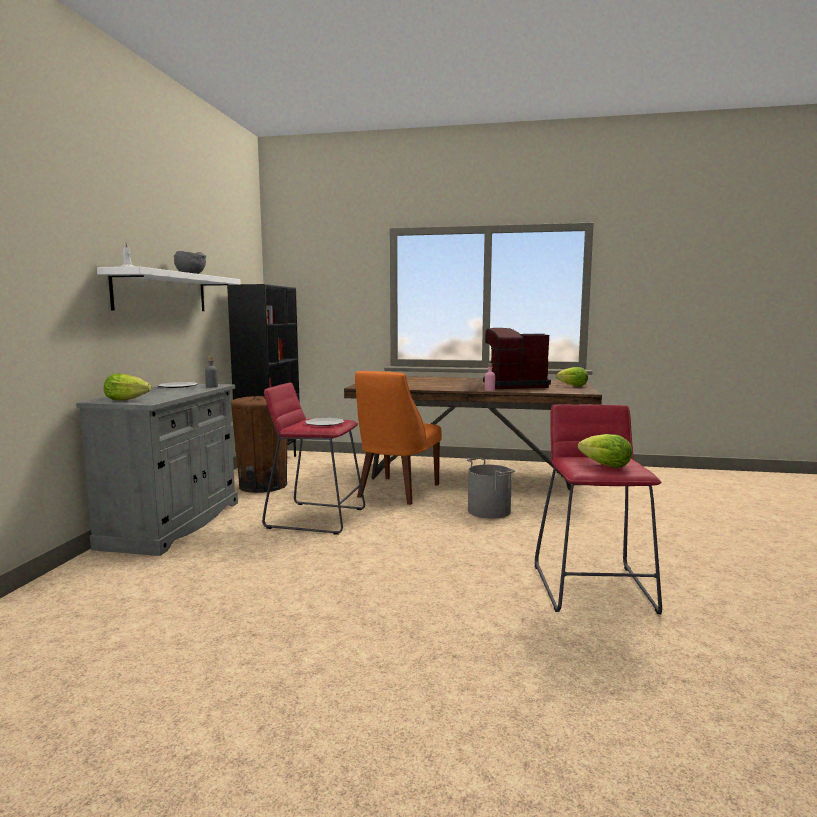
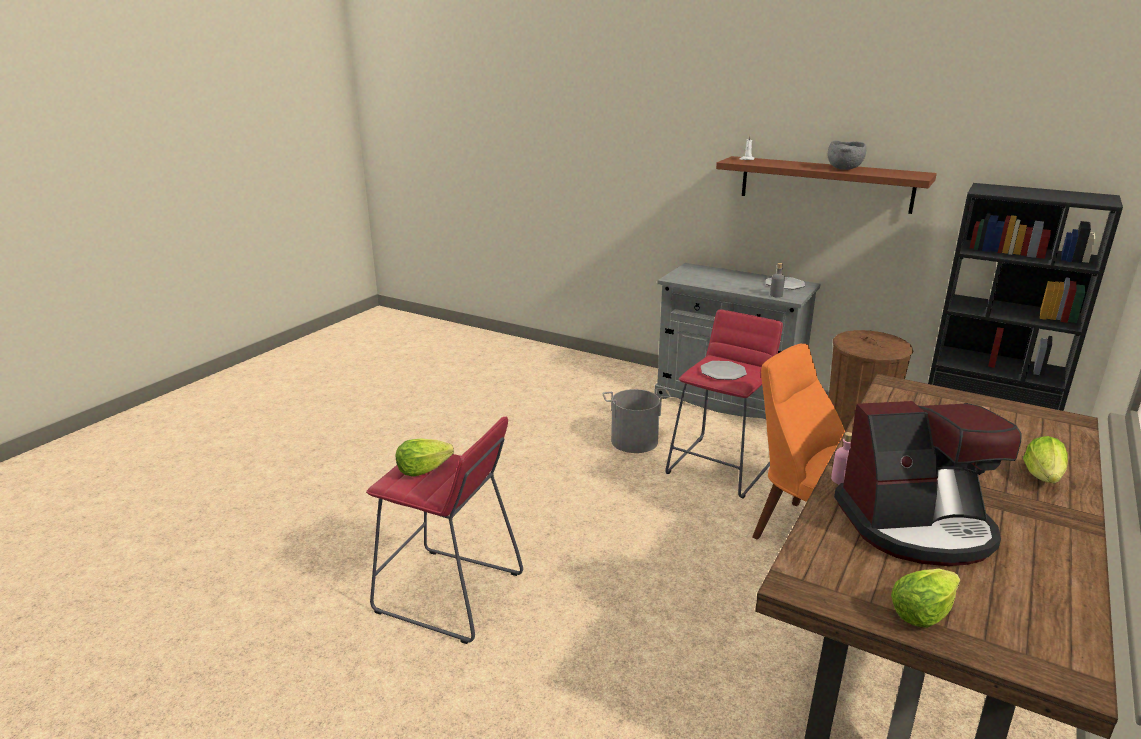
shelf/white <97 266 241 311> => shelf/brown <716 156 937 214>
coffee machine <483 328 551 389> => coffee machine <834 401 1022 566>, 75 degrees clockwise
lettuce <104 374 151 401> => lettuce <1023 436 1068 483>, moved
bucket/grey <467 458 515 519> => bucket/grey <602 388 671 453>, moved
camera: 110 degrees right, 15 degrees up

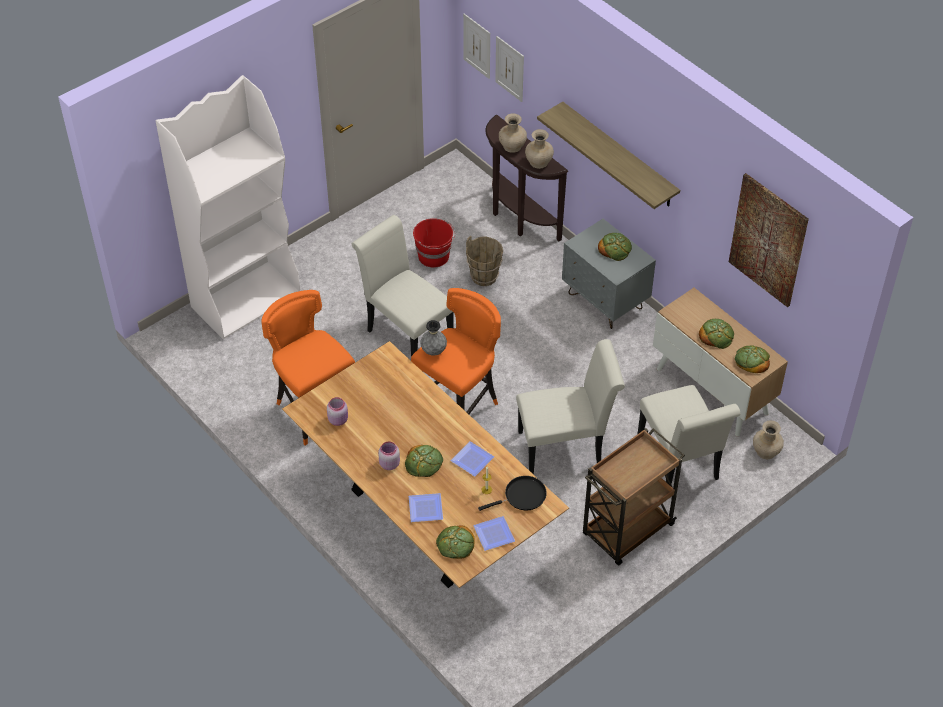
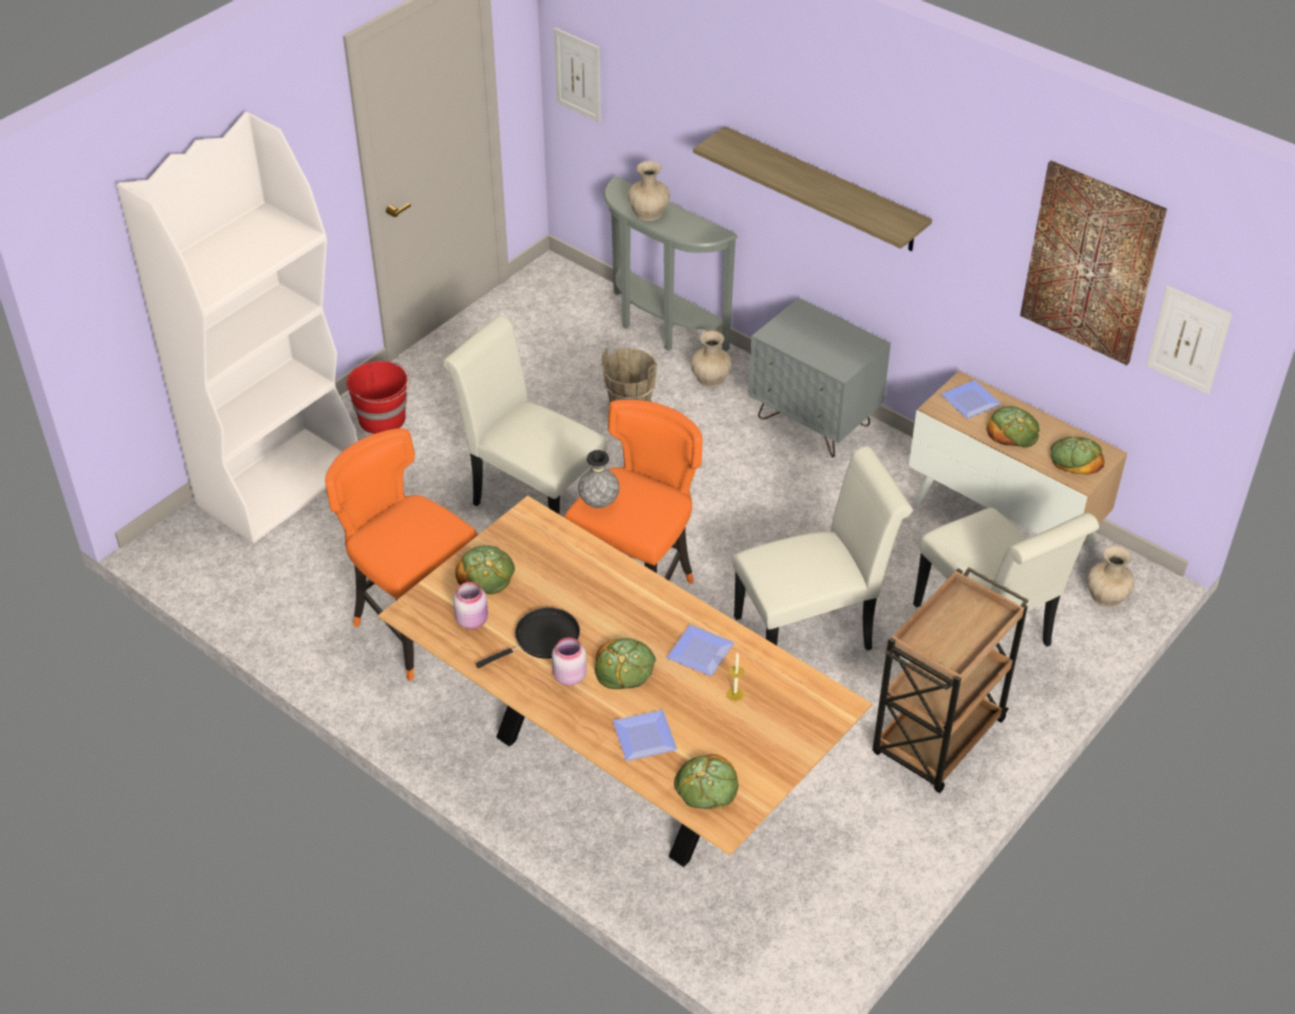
picture <495 36 524 102> => picture <1146 285 1232 395>, moved
console table/brown <485 115 568 241> => console table/grey <604 176 738 351>
vase/beige <525 129 554 169> => vase/beige <691 331 731 387>, moved
bucket/red <413 218 455 267> => bucket/red <346 361 410 434>, moved
bread <598 233 632 261> => bread <455 545 515 595>, moved
frying pan/black <478 476 547 511> => frying pan/black <476 607 580 668>, moved
plate <473 516 515 551> => plate <941 380 1001 419>, moved
camera: 10 degrees left, 5 degrees down

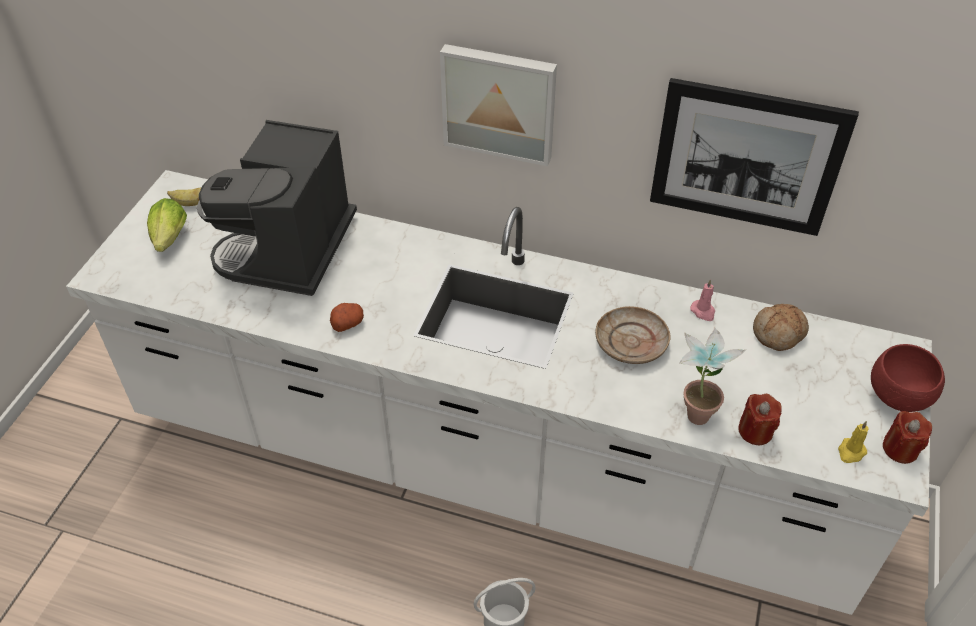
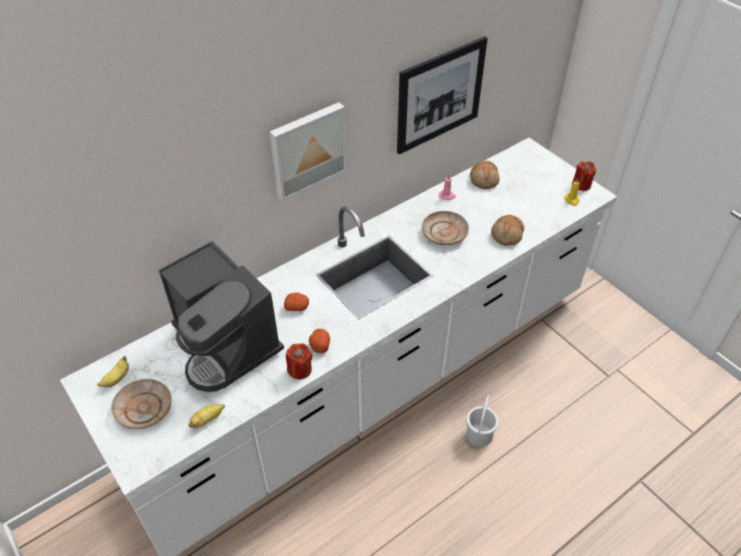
lettuce <147 198 187 252> => plate/beige <111 379 172 429>
potted plant <679 328 745 425> => bread <491 215 524 245>
bowl/red <871 344 945 412> => nothing
candle/red <738 394 782 445> => candle/red <286 343 312 379>, moved
nothing => potato <284 292 309 311>
nothing => banana <188 404 225 428>
camera: 55 degrees left, 0 degrees up

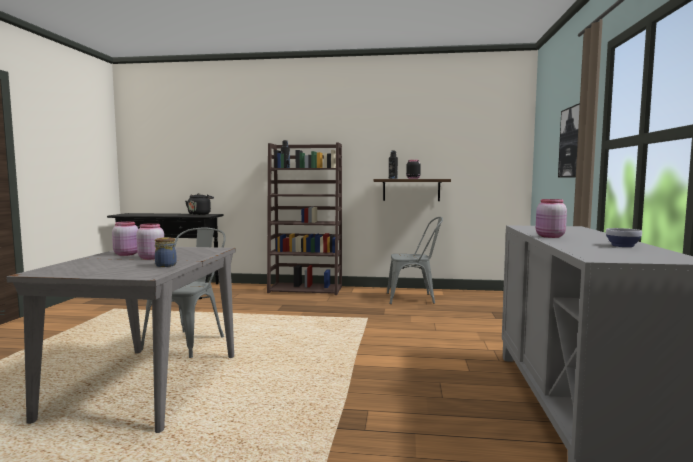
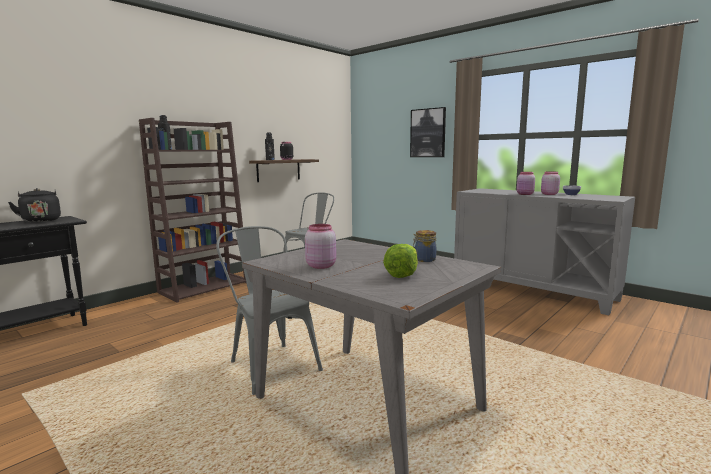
jar/pink <136 223 164 260> => jar/pink <541 172 560 195>, moved
nothing => lettuce <383 244 418 278>
camera: 55 degrees left, 5 degrees up

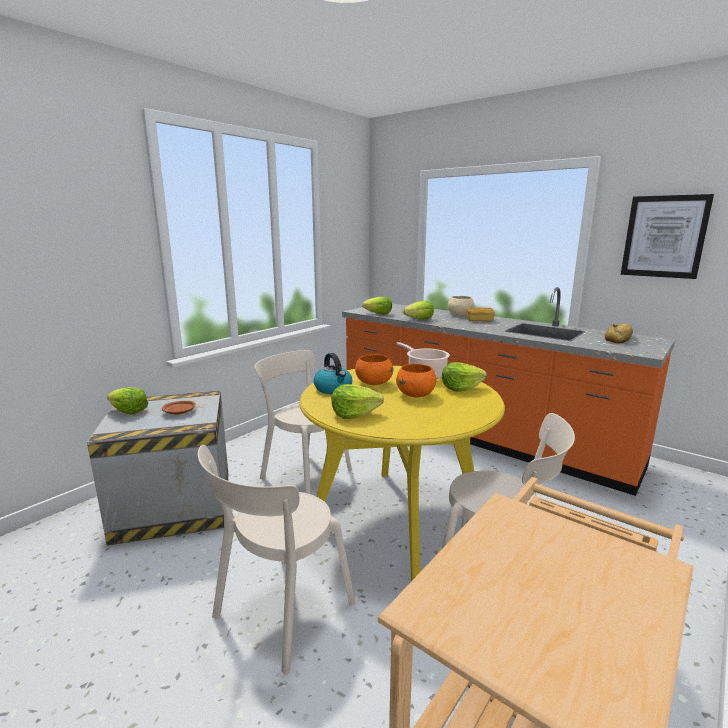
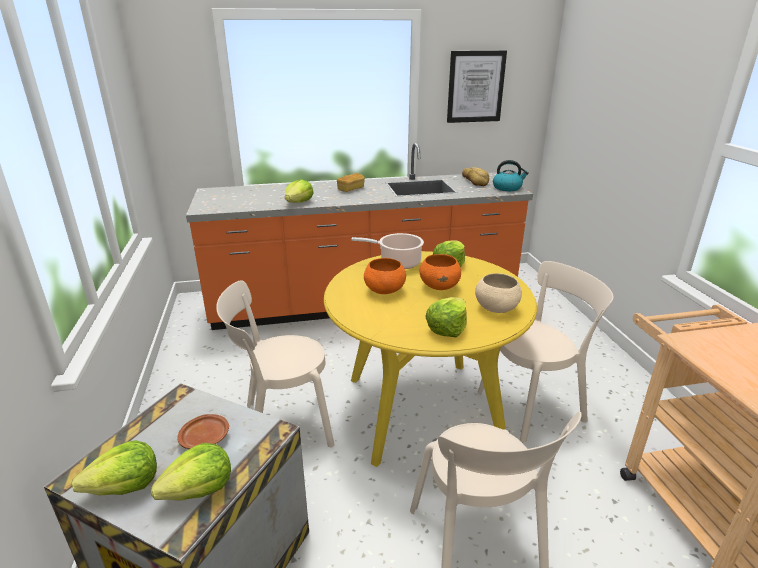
bowl/beige <448 296 474 316> => bowl/beige <475 273 522 313>, moved
lettuce <362 297 392 315> => lettuce <151 443 231 501>, moved
kettle <314 353 352 394> => kettle <493 160 529 191>, moved
camera: 50 degrees left, 10 degrees up

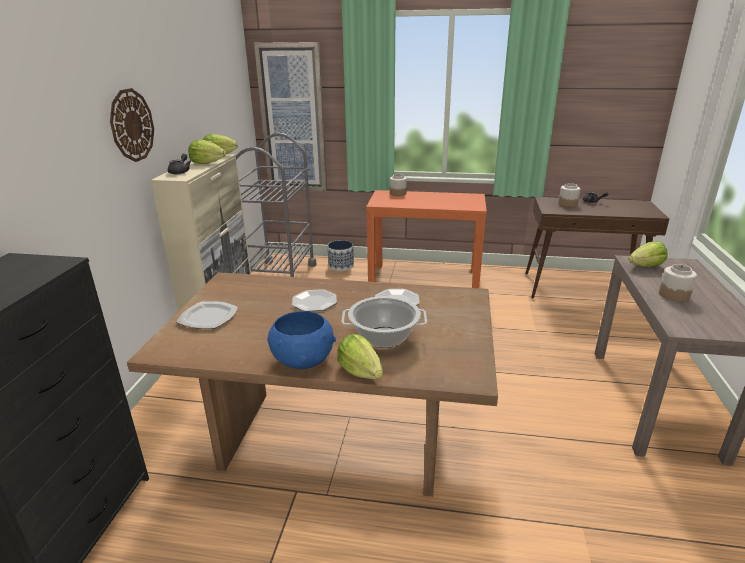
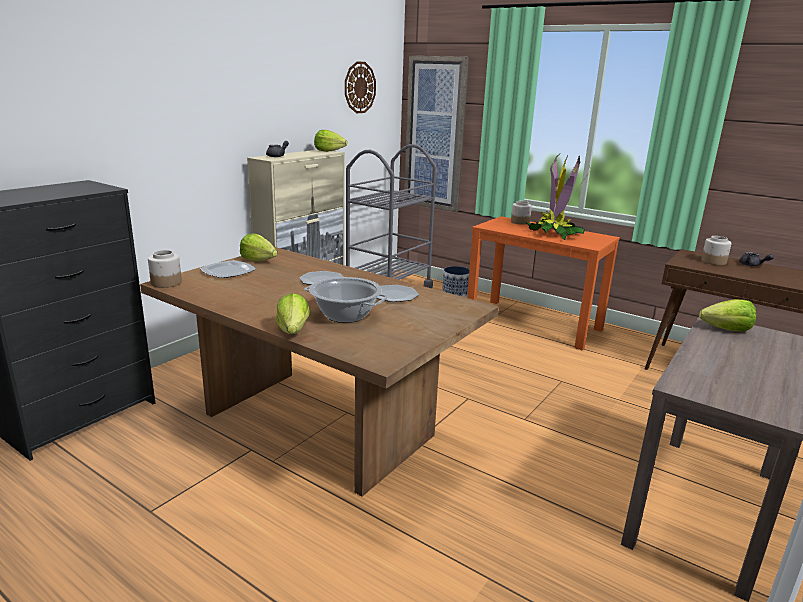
wall clock <110 88 154 162> => wall clock <345 61 376 113>, moved
lettuce <188 140 226 164> => lettuce <240 234 277 261>, moved
jar <659 264 697 302> => jar <148 250 182 288>, moved
bowl/blue <267 311 336 369> => nothing
nothing => potted plant <526 154 591 240>
camera: 25 degrees right, 5 degrees down

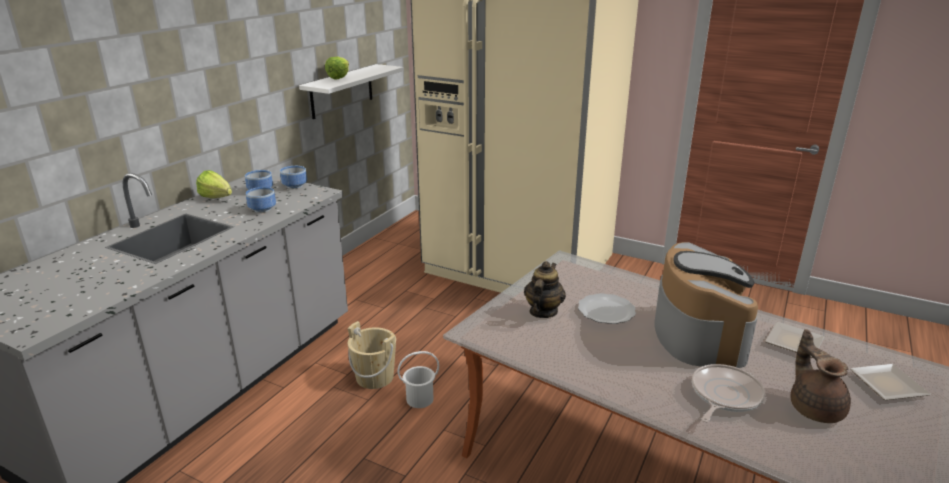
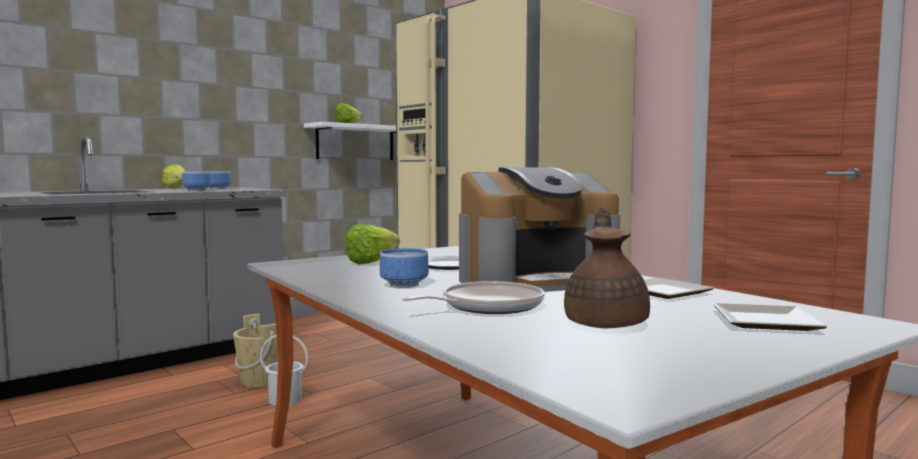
bowl <280 166 307 189> => bowl <380 248 429 288>, moved
coffee machine <654 242 758 368> => coffee machine <459 167 620 292>, 45 degrees clockwise
teapot <524 261 566 318> => lettuce <345 224 400 265>
camera: 20 degrees right, 20 degrees down

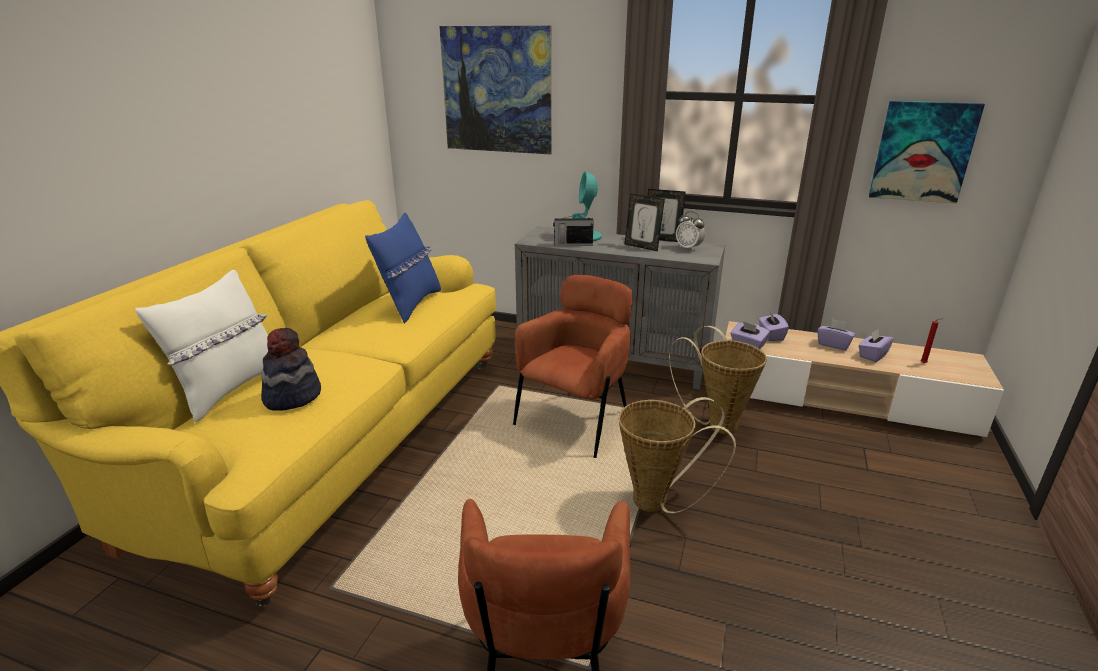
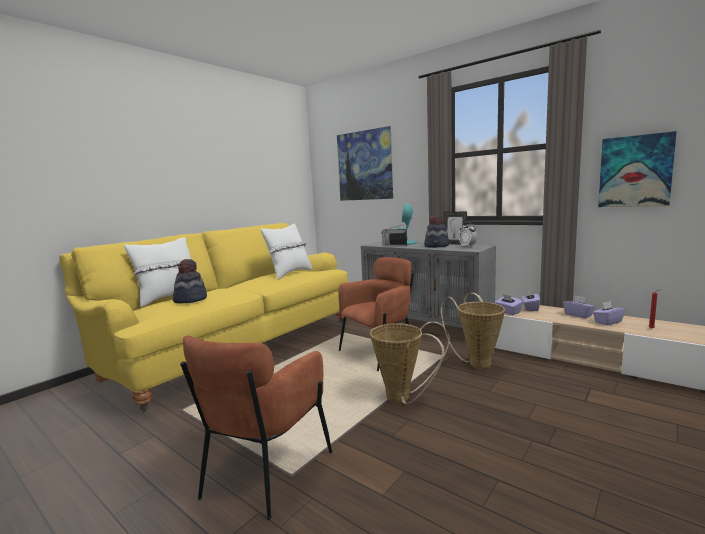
picture frame <625 193 665 251> => hat <424 213 449 248>
pillow/blue <365 213 441 324> => pillow/white <260 224 312 280>
camera: 20 degrees right, 15 degrees down

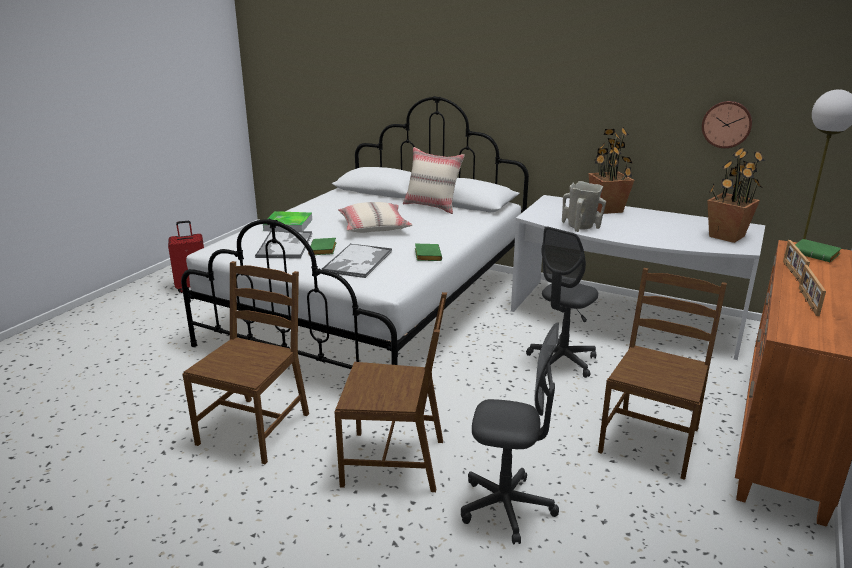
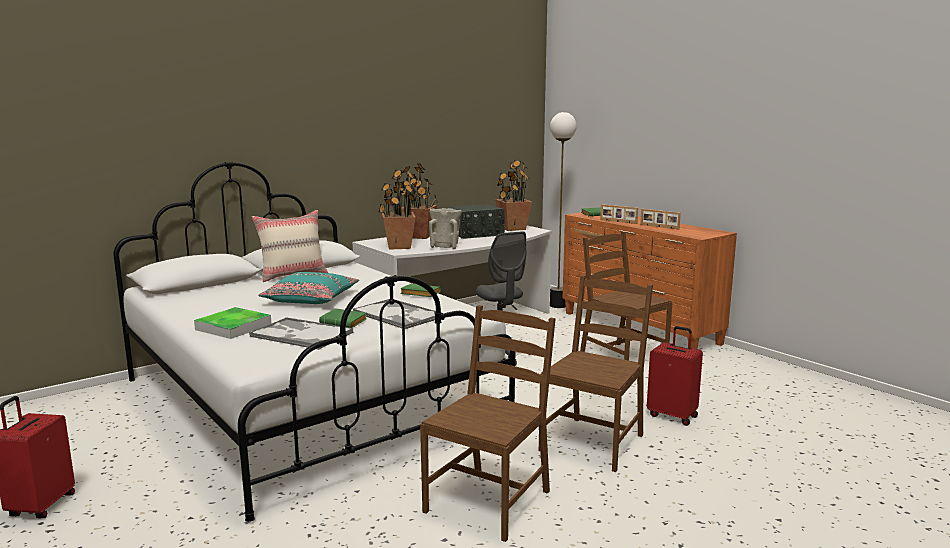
wall clock <702 101 752 148> => nothing
pillow/beige <338 202 412 233> => pillow/turquoise <258 272 359 304>
chair/brown <183 261 309 464> => chair/brown <420 305 556 542>, 75 degrees clockwise
office chair/grey <461 323 559 545> => suitcase/red <647 326 703 426>
nothing => potted plant <379 170 416 250>
nothing => radio <449 204 505 239>
camera: 65 degrees left, 10 degrees down

